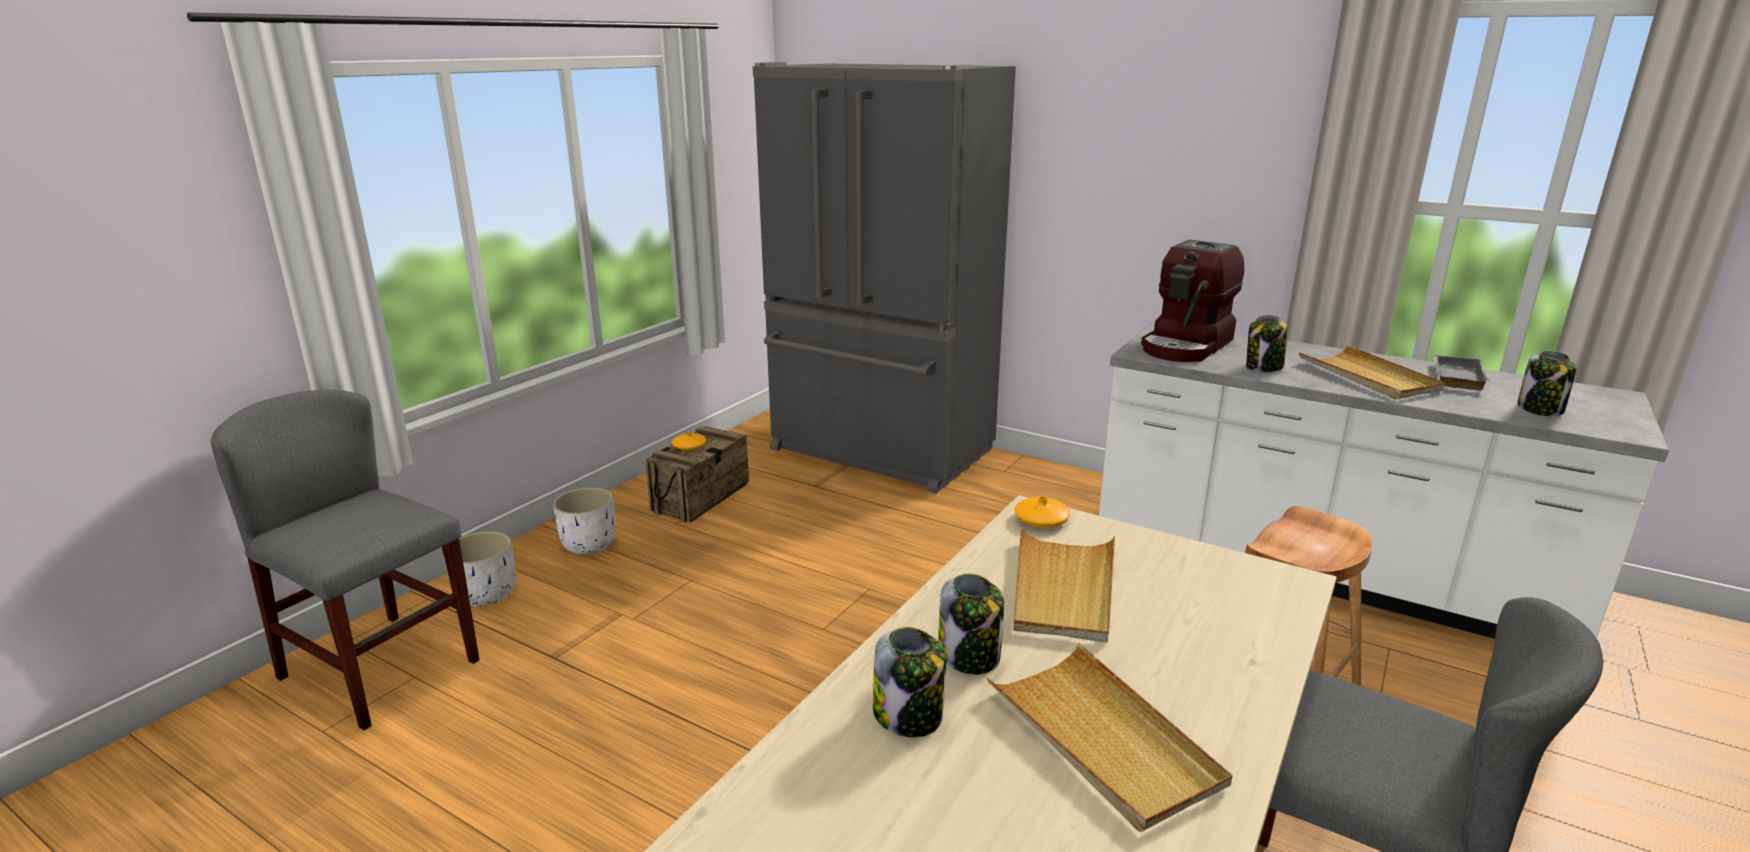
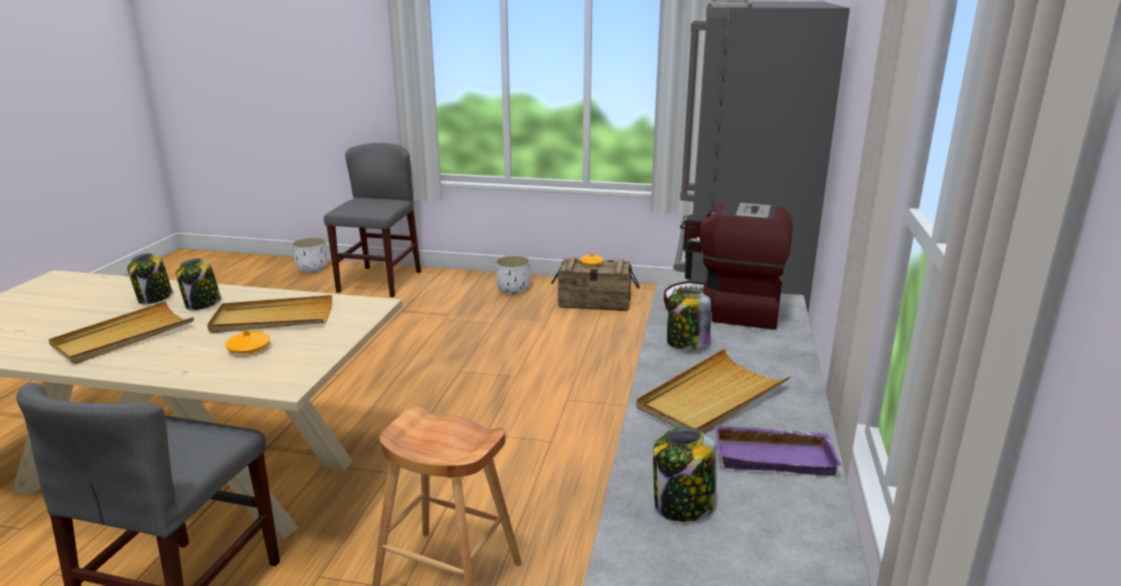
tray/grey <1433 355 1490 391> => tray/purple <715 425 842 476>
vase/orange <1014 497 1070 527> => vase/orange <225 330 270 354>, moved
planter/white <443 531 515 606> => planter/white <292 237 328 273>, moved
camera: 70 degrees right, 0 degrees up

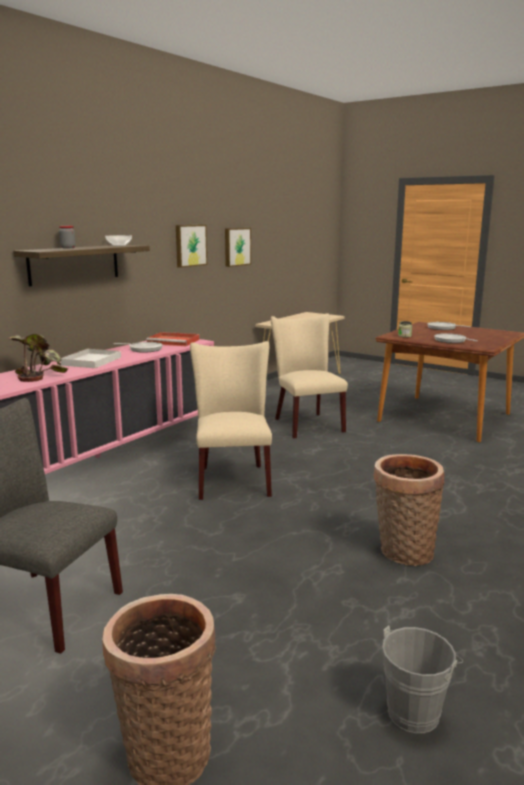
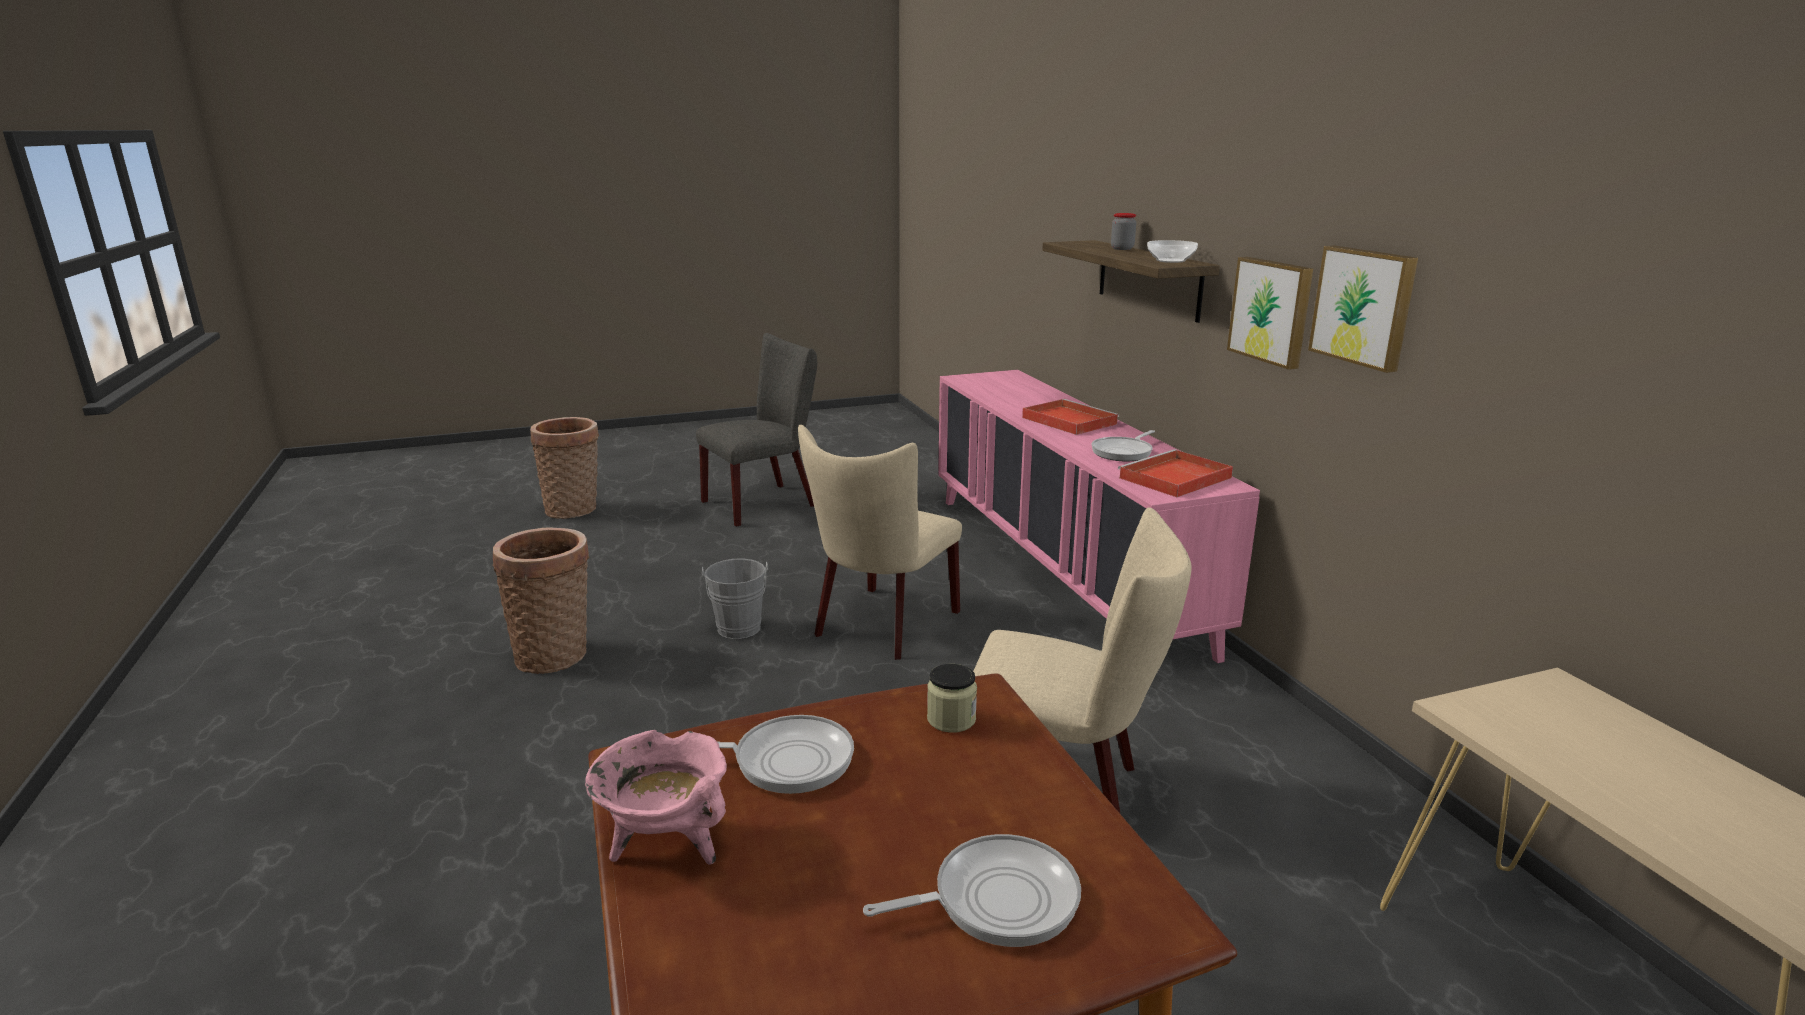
picture <225 228 251 267> => picture <1227 257 1313 370>, moved
potted plant <8 334 68 382> => nothing
chair/beige <190 341 272 500> => chair/beige <798 425 962 660>, 90 degrees clockwise
tray/white <61 349 121 368> => tray/red <1022 399 1119 435>
bucket/grey <382 625 463 733> => bucket/grey <702 559 768 639>, moved
nothing => cooking pot/pink <585 730 727 865>
camera: 125 degrees right, 5 degrees up

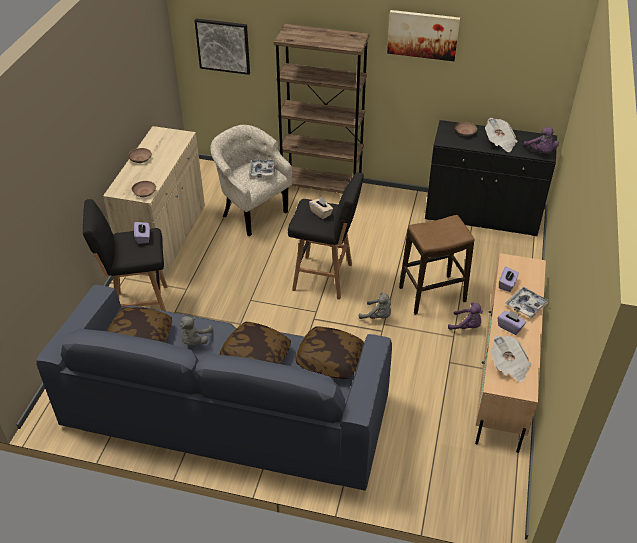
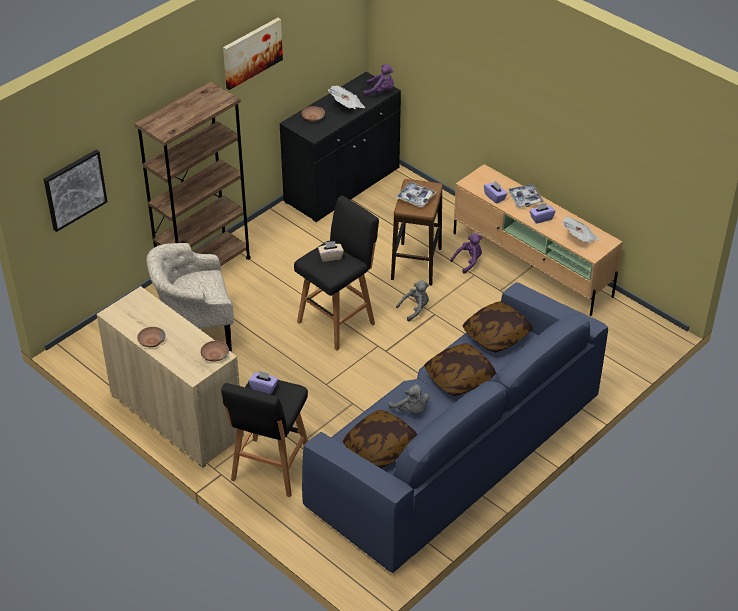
tray <249 160 276 177> => tray <396 182 437 207>, moved
camera: 60 degrees left, 0 degrees up

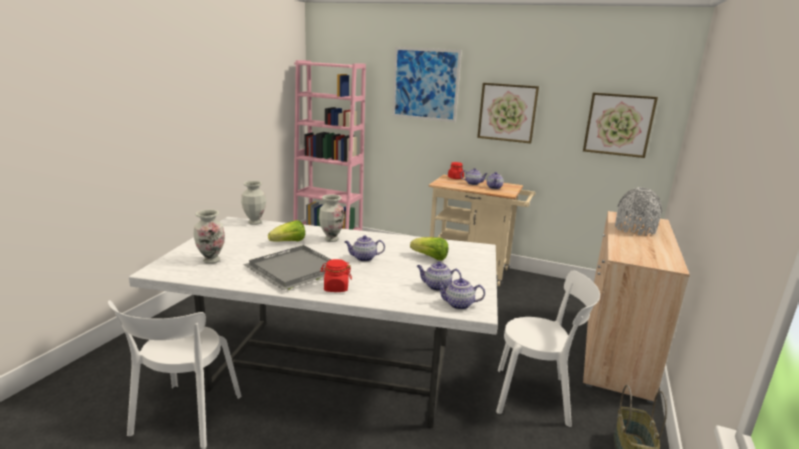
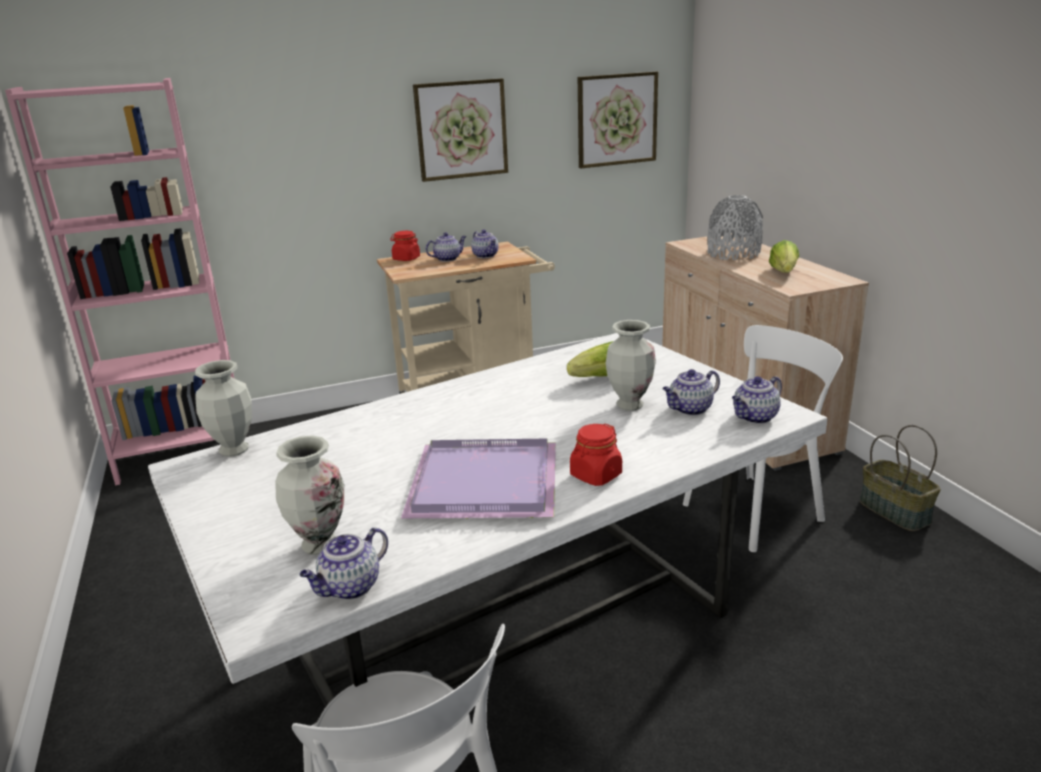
picture <392 47 462 122> => nothing
vase <319 194 345 242> => vase <605 320 656 411>, moved
lettuce <268 220 305 242> => lettuce <769 240 799 273>, moved
teapot <345 236 385 262> => teapot <299 527 388 600>, moved
tray/grey <243 245 332 290> => tray/purple <401 438 556 519>
camera: 40 degrees left, 5 degrees up

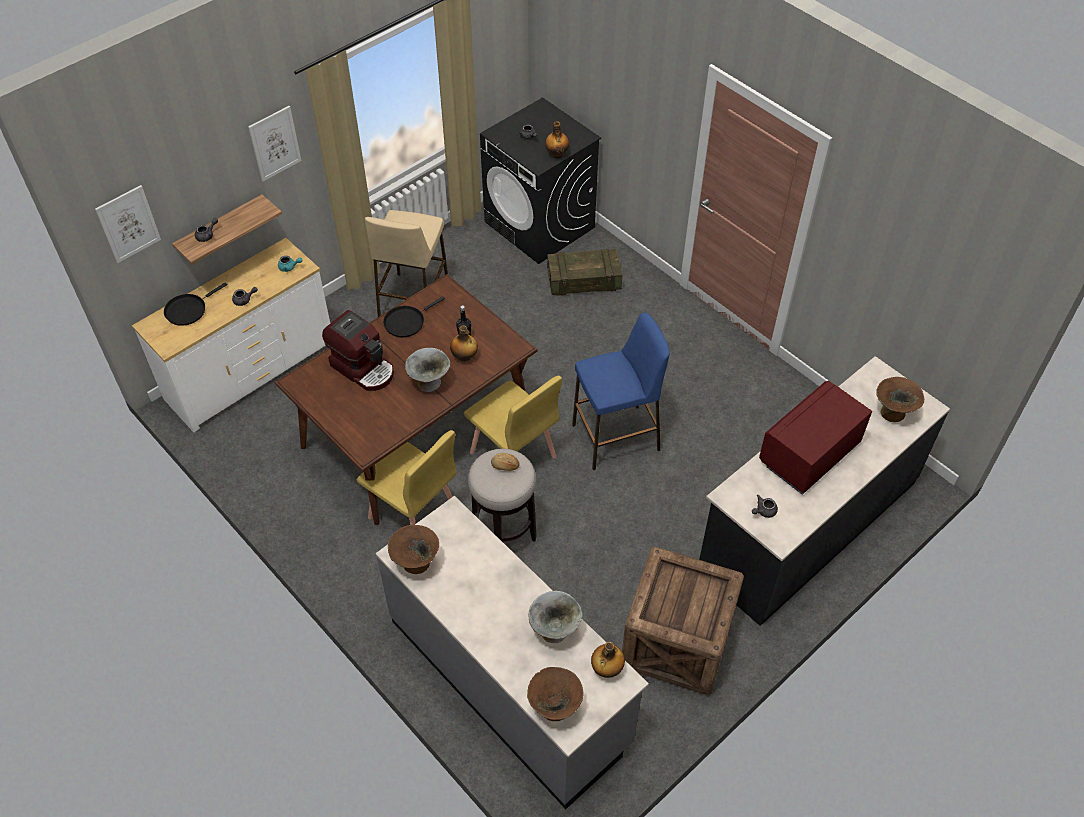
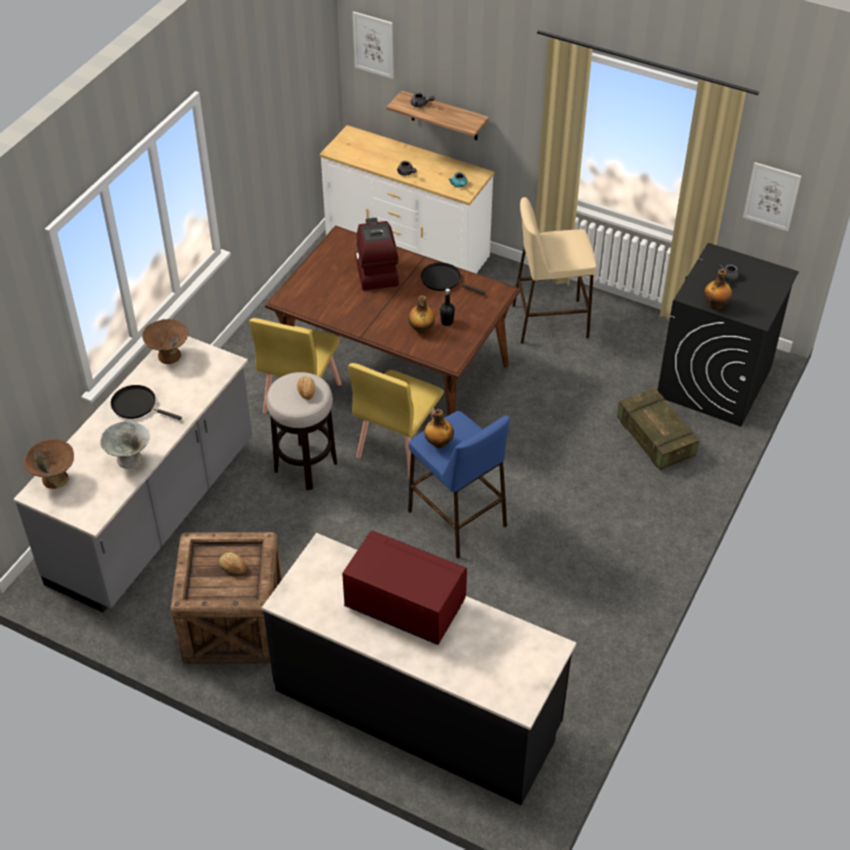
picture <248 106 301 181> => picture <743 162 801 231>, moved
frying pan/black <164 283 227 326> => frying pan/black <111 385 182 420>, moved
coffee machine <322 310 394 391> => coffee machine <355 218 399 291>, 150 degrees clockwise
bowl/grey <405 348 450 392> => nothing
bowl/brown <876 377 924 422> => nothing
teapot/grey <752 495 778 518> => nothing
bottle <591 642 625 678> => bottle <424 409 454 448>, moved
nothing => bread <219 552 246 574>
camera: 70 degrees right, 5 degrees down

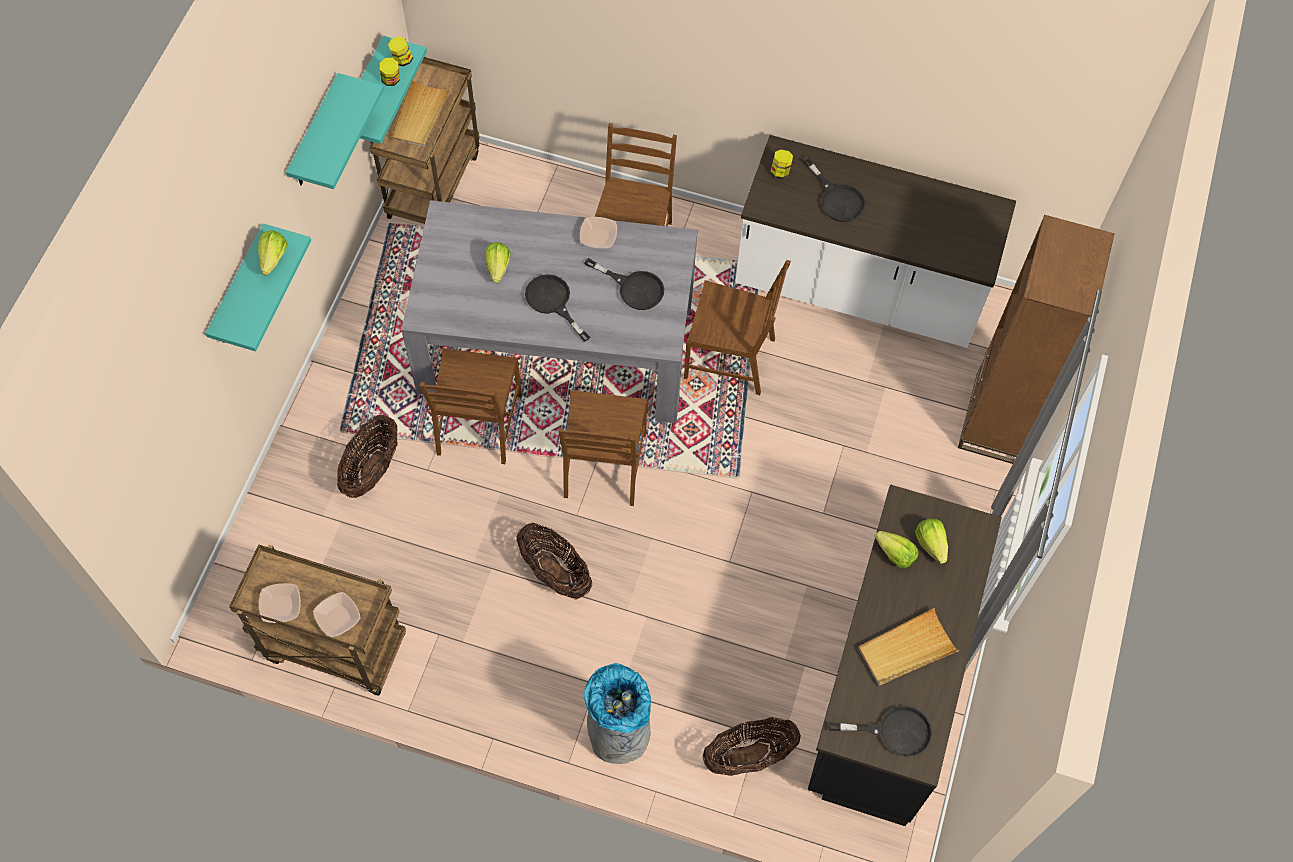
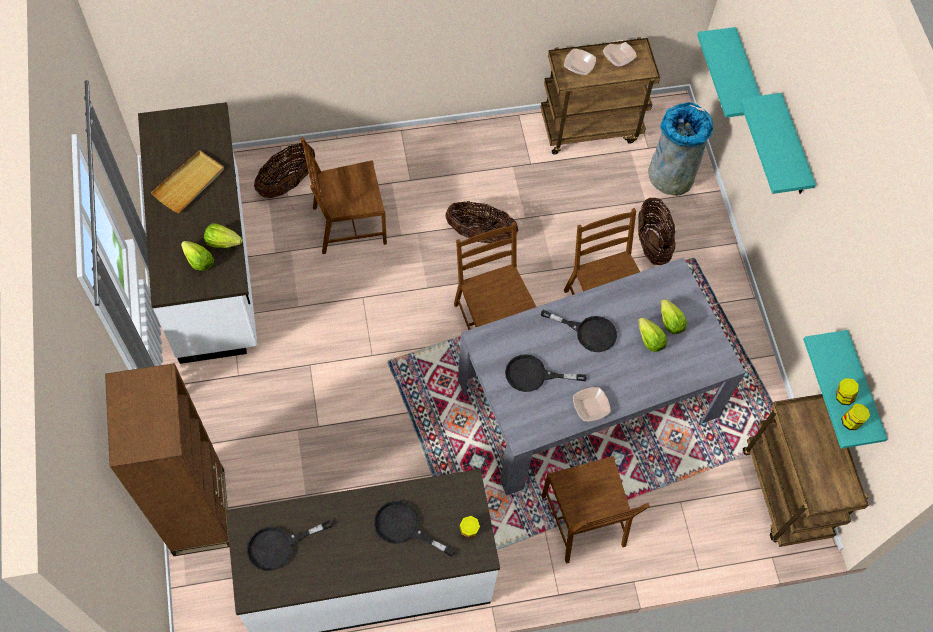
shelf/turquoise <286 73 384 189> => shelf/turquoise <697 27 761 118>, moved
tray/beige <391 81 450 147> => nothing
lettuce <258 230 288 276> => lettuce <661 299 687 334>, moved
chair/brown <684 260 791 395> => chair/brown <300 137 387 254>, moved
counter/black <808 485 1002 826> => counter/white <138 102 258 364>
trash can/grey <584 663 651 764> => trash can/grey <648 102 713 196>, moved
frying pan/black <828 706 932 757> => frying pan/black <247 519 333 571>, moved
camera: 150 degrees right, 0 degrees up

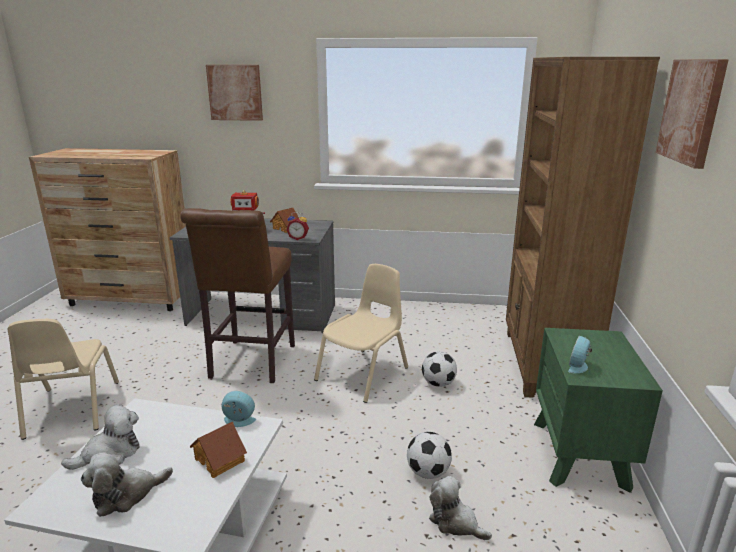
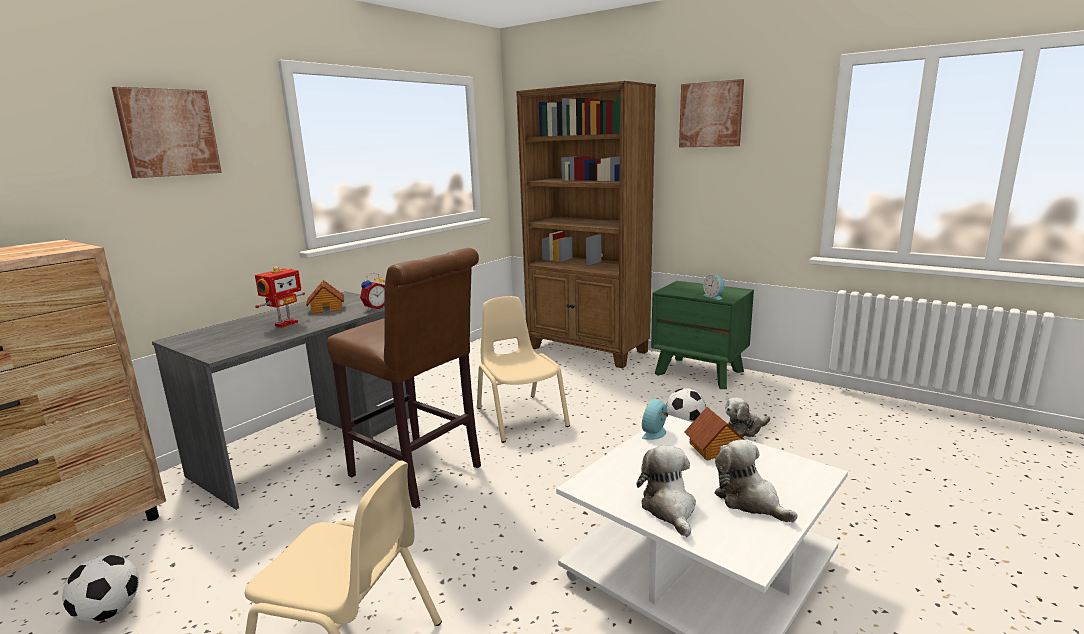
football <422 351 457 387> => football <62 555 139 622>, moved
plush toy <81 452 173 517> => plush toy <715 440 798 522>, 150 degrees clockwise
camera: 60 degrees left, 5 degrees down

